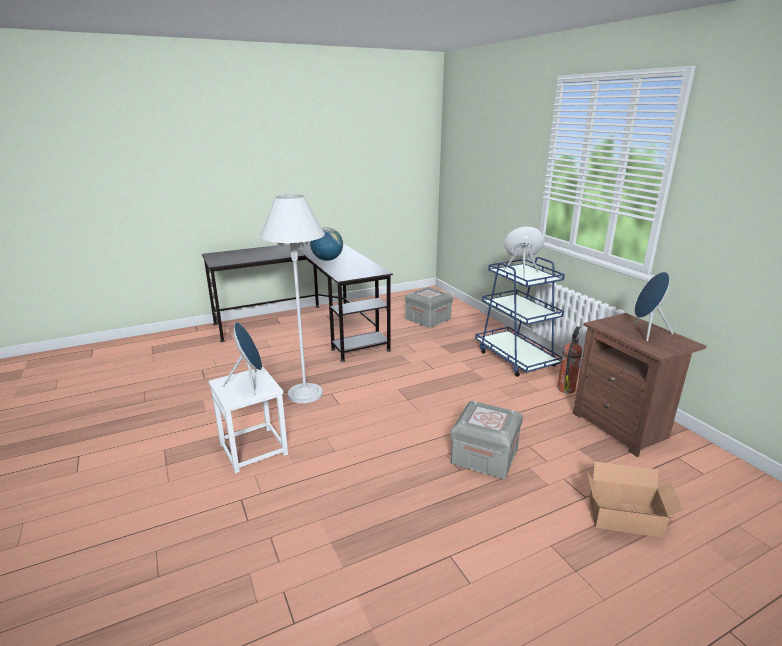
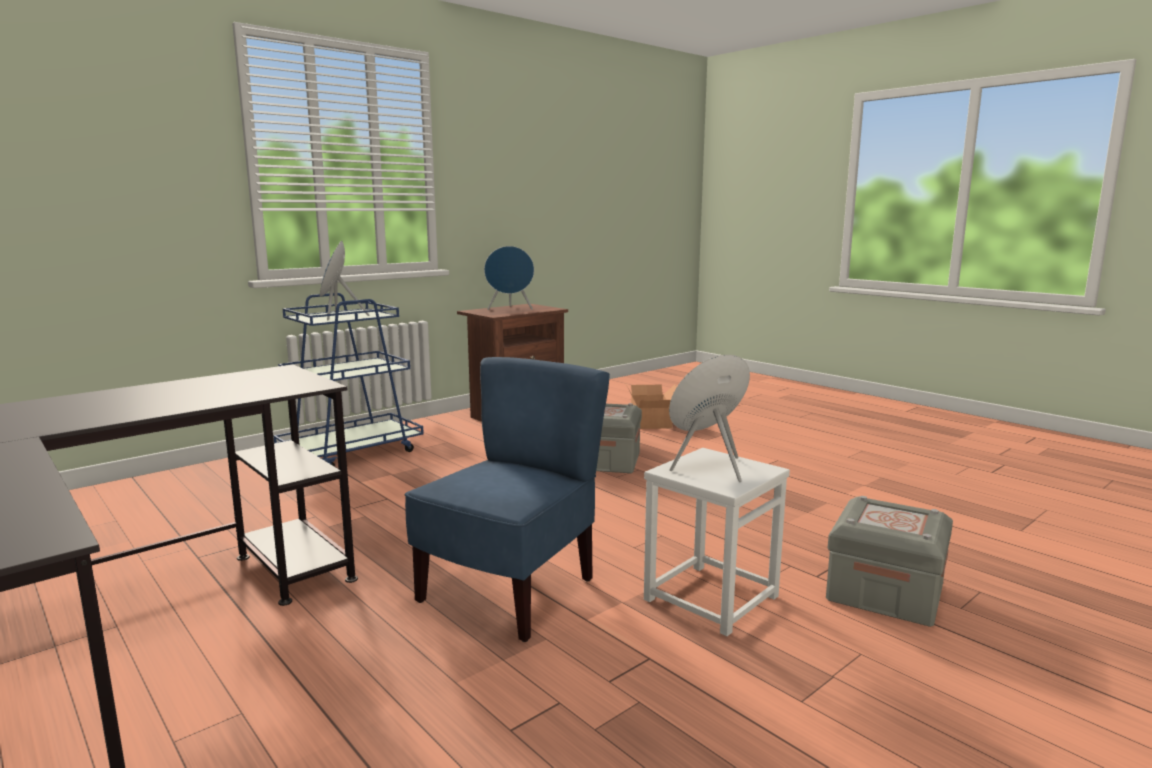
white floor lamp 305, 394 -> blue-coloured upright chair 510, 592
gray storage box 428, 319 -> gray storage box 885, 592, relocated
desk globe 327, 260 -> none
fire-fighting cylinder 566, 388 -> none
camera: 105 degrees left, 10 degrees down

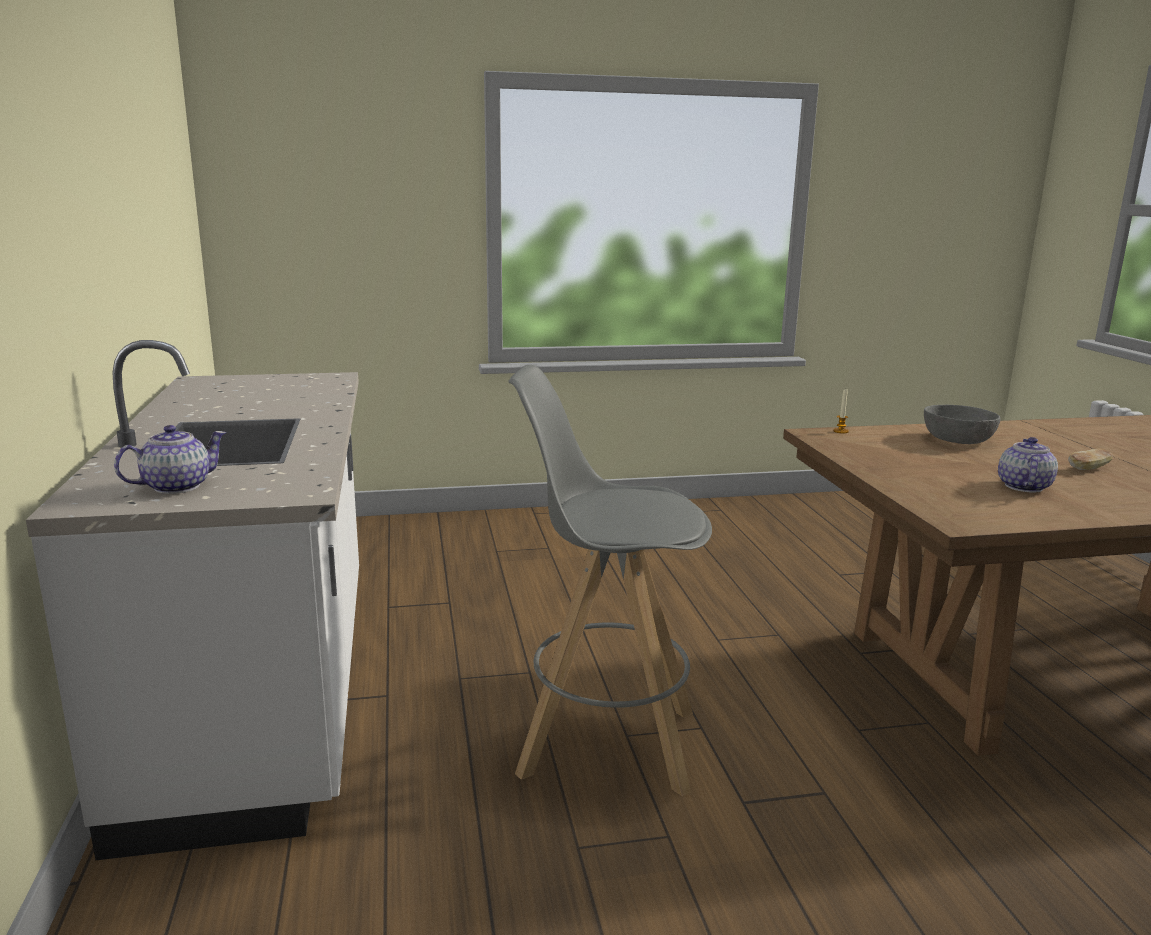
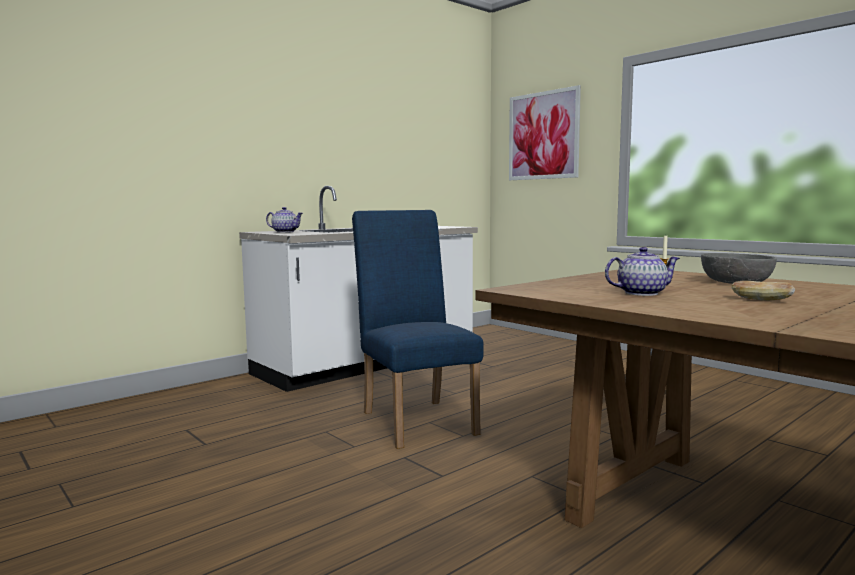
gray stool seat 605, 742 -> blue-coloured upright chair 416, 419
none -> picture 543, 135
camera: 60 degrees right, 10 degrees down

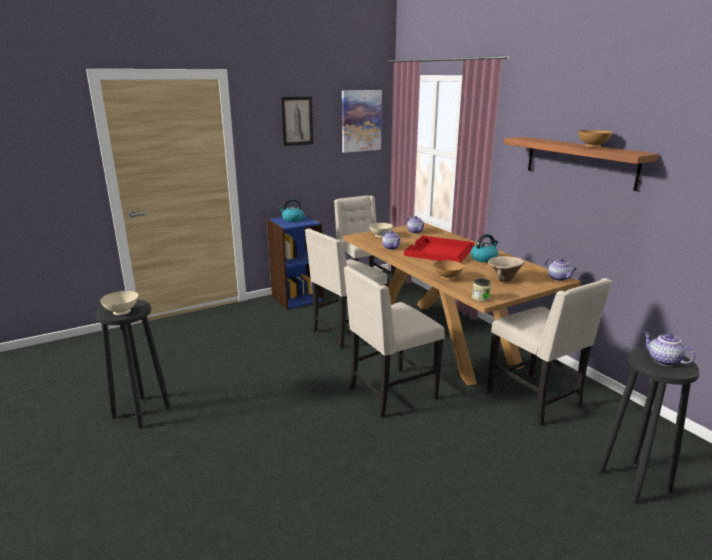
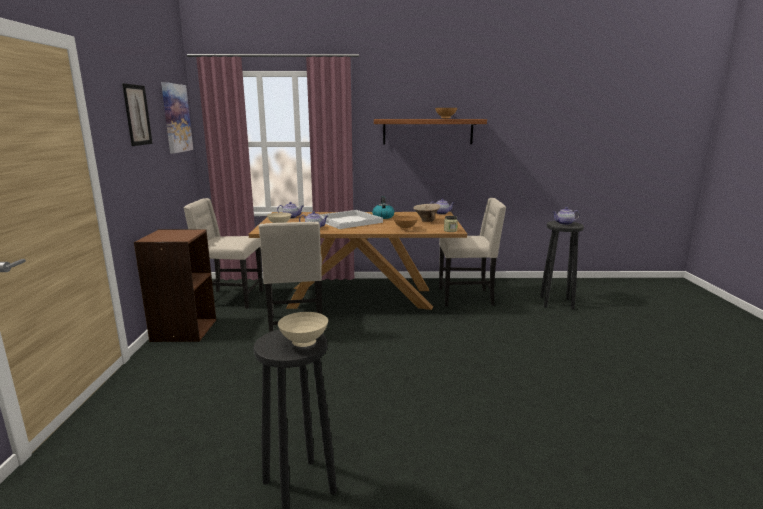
blue-coloured bookshelf 297, 297 -> brownish bookshelf 183, 330
reddish serving tray 440, 251 -> white serving tray 349, 221
kettle 292, 220 -> none
beige upright chair 390, 393 -> none
camera: 60 degrees left, 5 degrees down

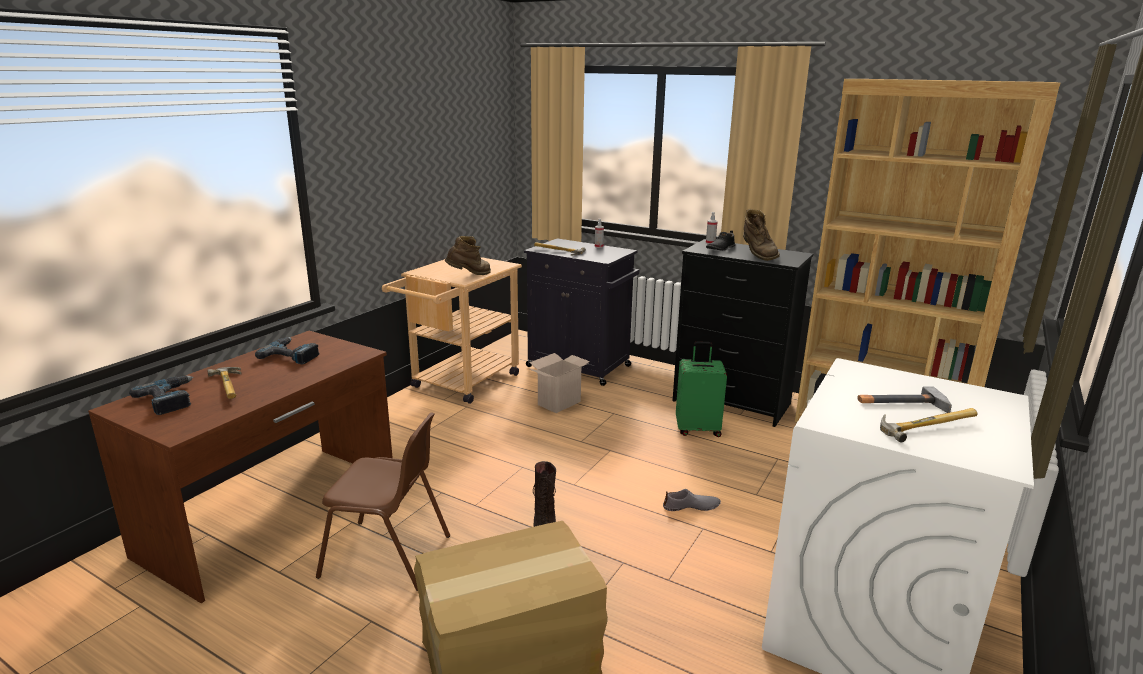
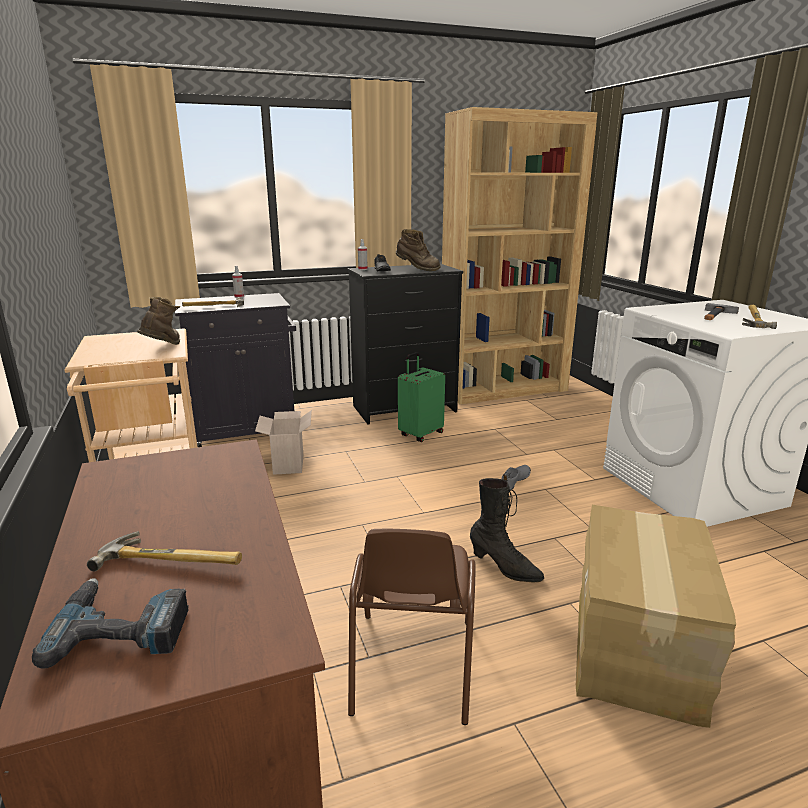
brownish upright chair 388, 556 -> brownish upright chair 411, 667, 135 degrees clockwise
drill 292, 355 -> none
camera: 50 degrees left, 0 degrees up

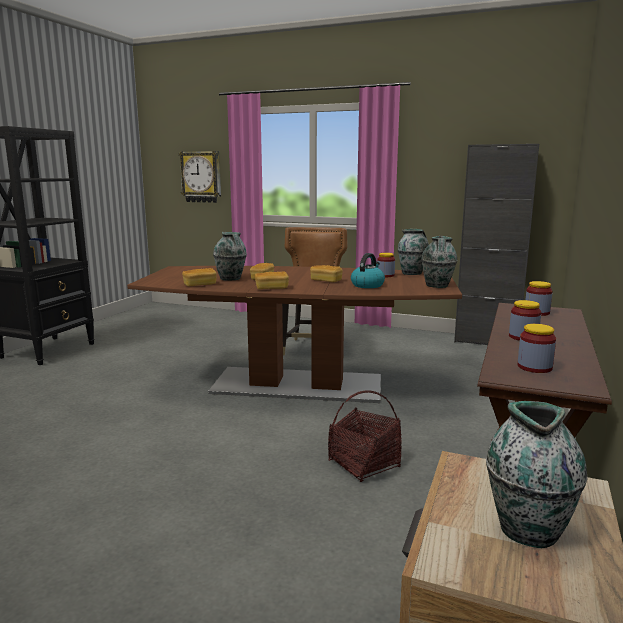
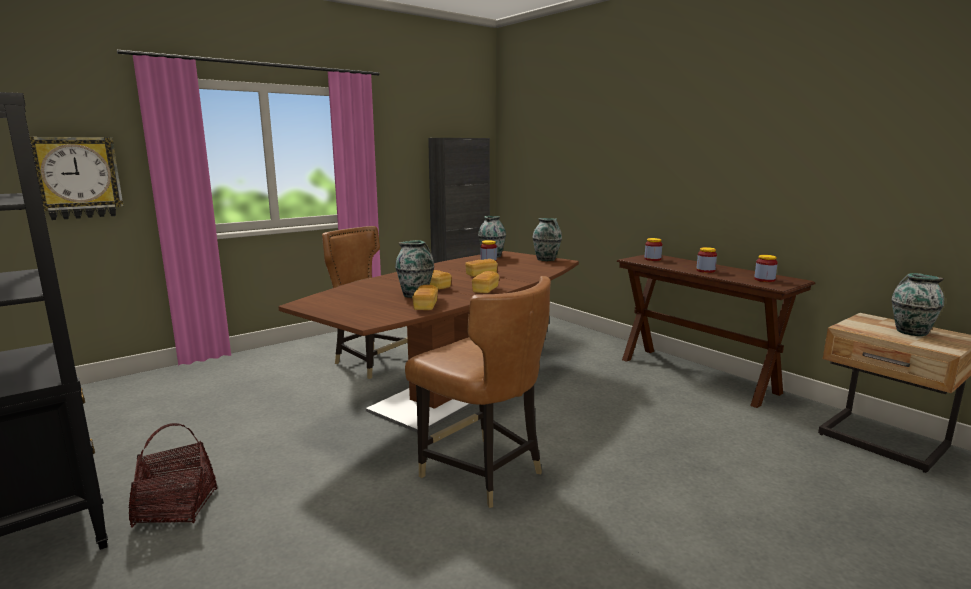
storage basket 364, 464 -> storage basket 176, 507, relocated
none -> brownish upright chair 482, 472
kettle 367, 285 -> none
camera: 60 degrees left, 0 degrees up

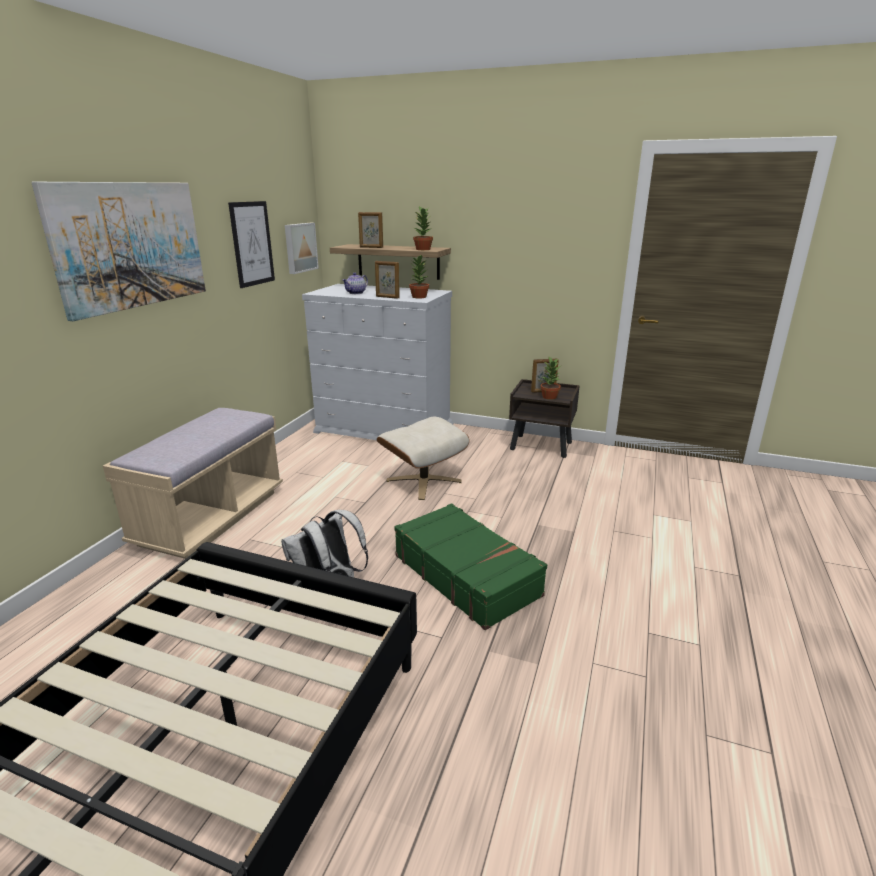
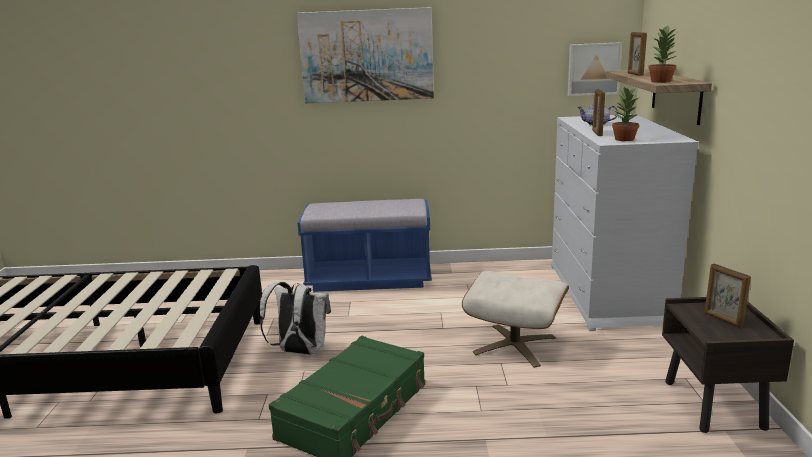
beige indoor bench 211, 517 -> blue-coloured indoor bench 369, 279
picture 252, 244 -> none
houseplant 549, 397 -> none
camera: 70 degrees right, 5 degrees down

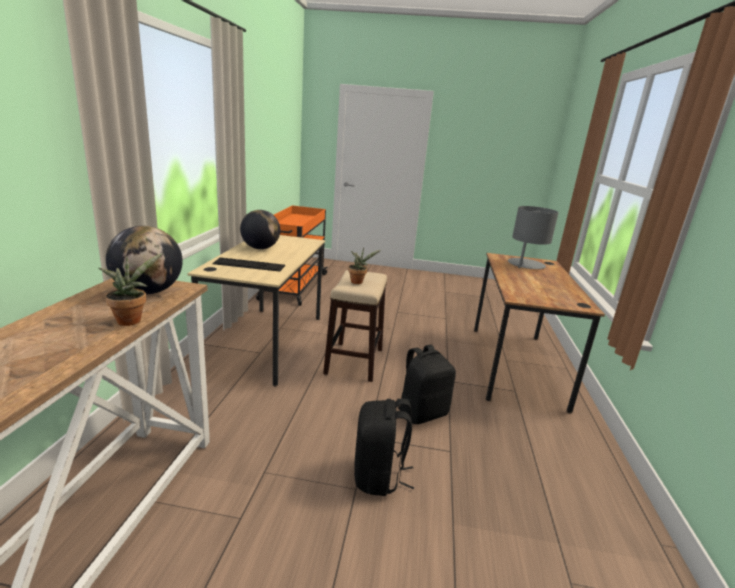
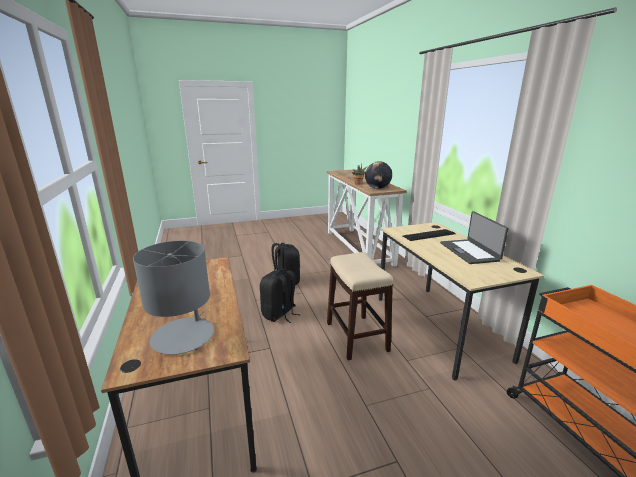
desk globe 260, 248 -> laptop 469, 251
houseplant 358, 282 -> none
camera: 155 degrees right, 0 degrees up

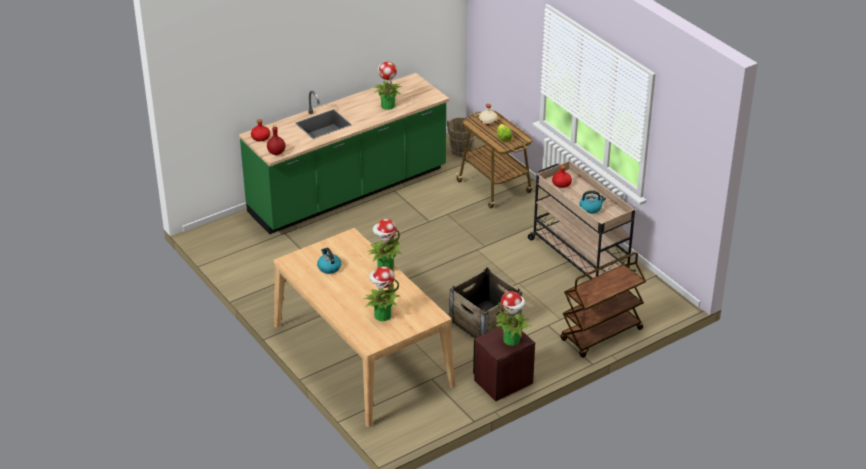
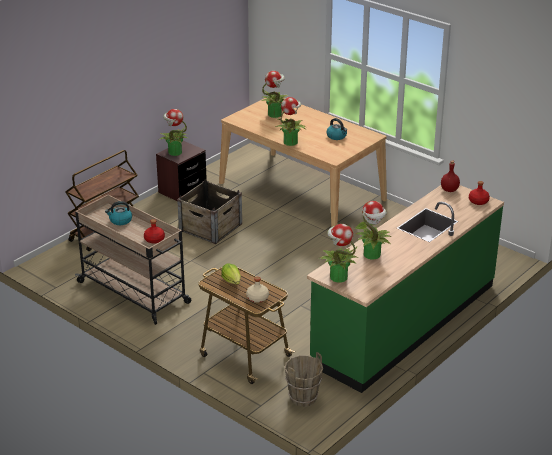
none -> houseplant 338, 277
camera: 165 degrees right, 5 degrees down

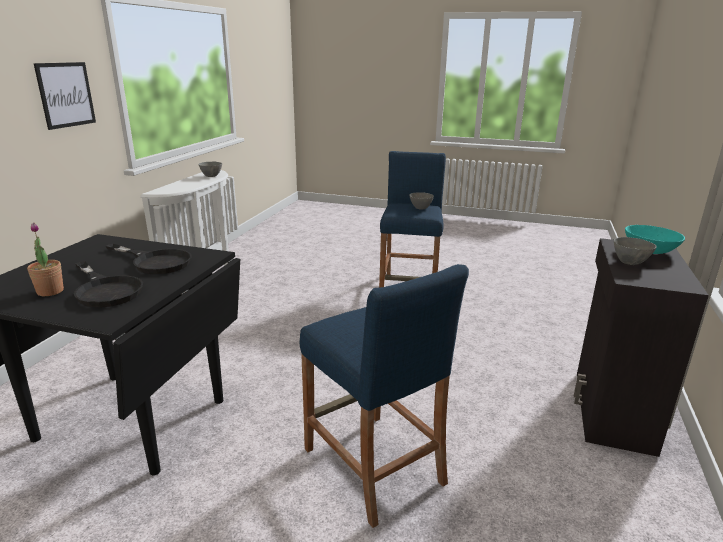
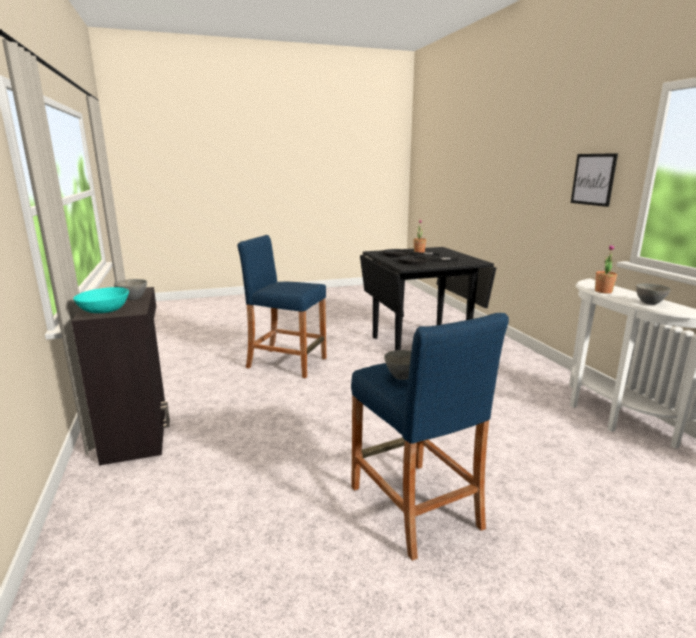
none -> houseplant 603, 291
camera: 145 degrees right, 5 degrees down

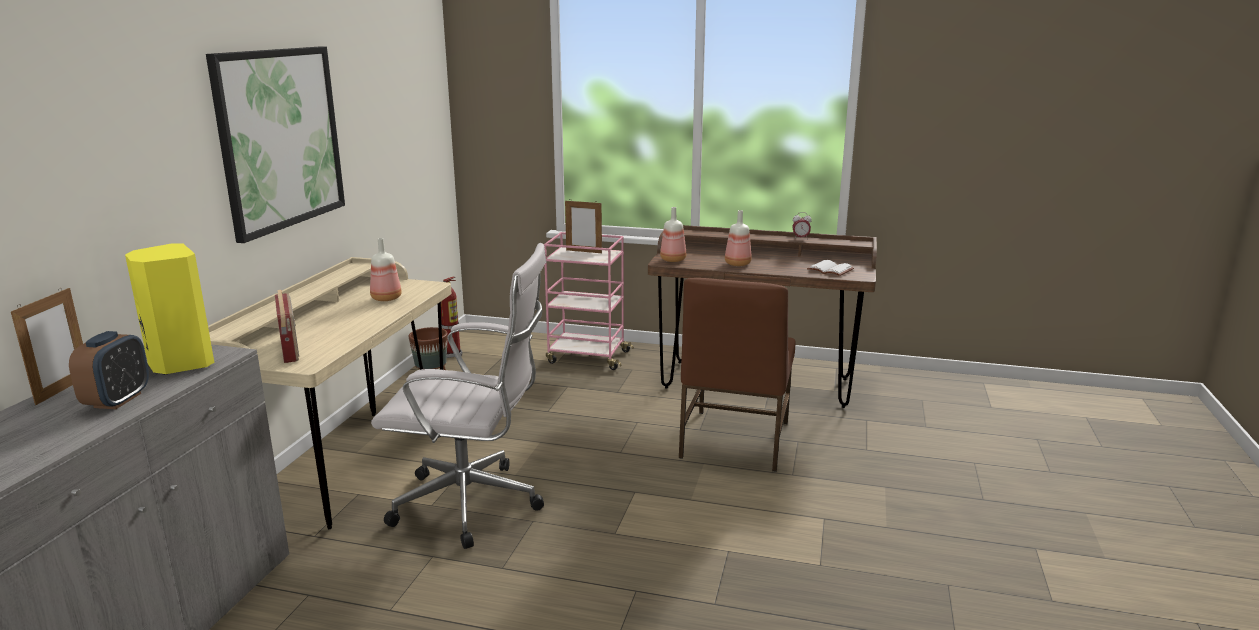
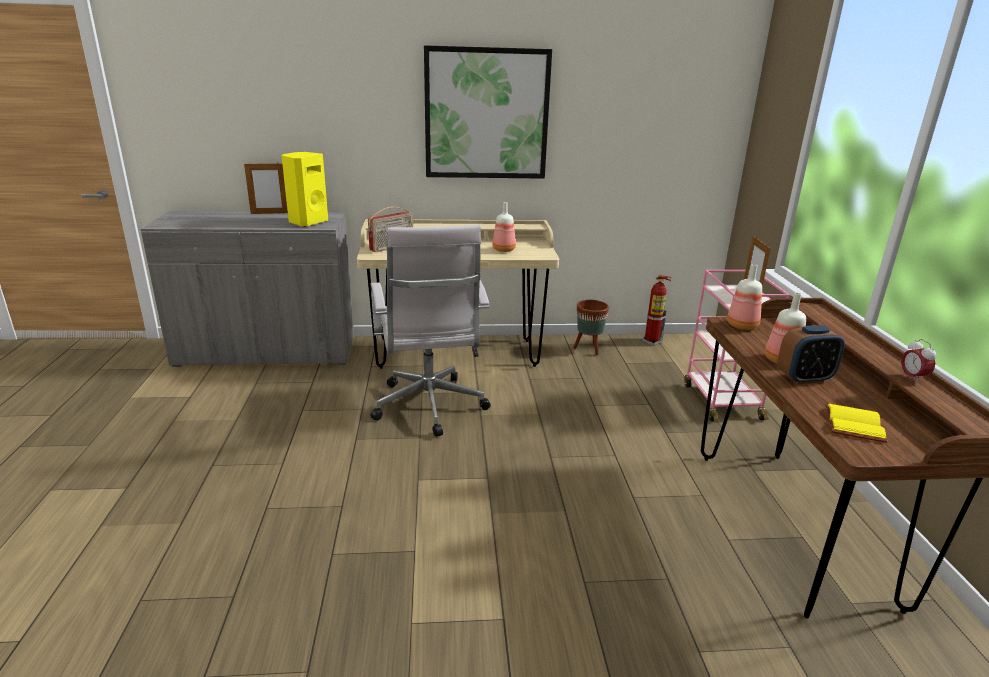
alarm clock 117, 400 -> alarm clock 804, 378, relocated
white book 829, 270 -> yellow-coloured book 852, 424
brownish upright chair 733, 440 -> none
camera: 70 degrees right, 5 degrees up

